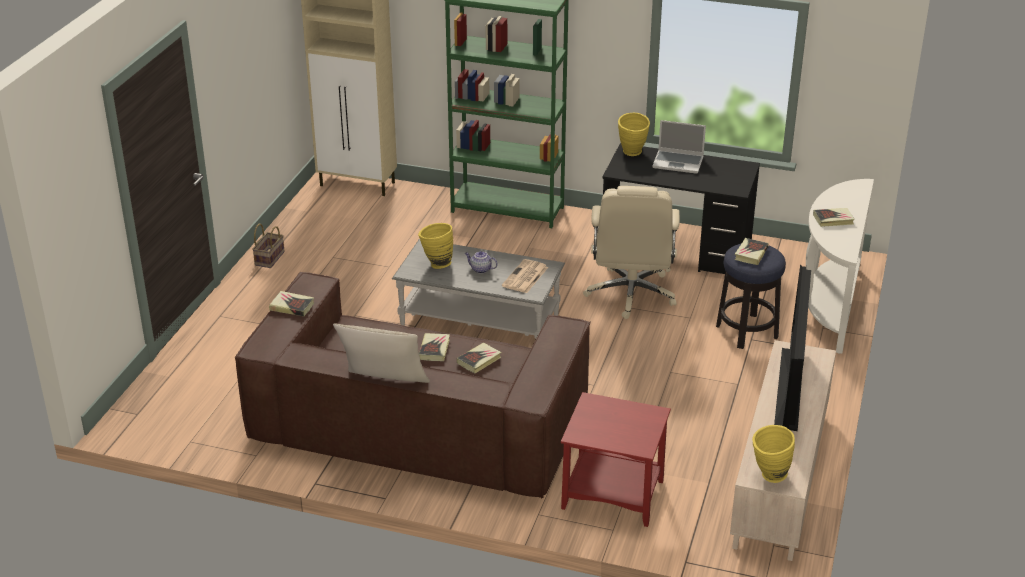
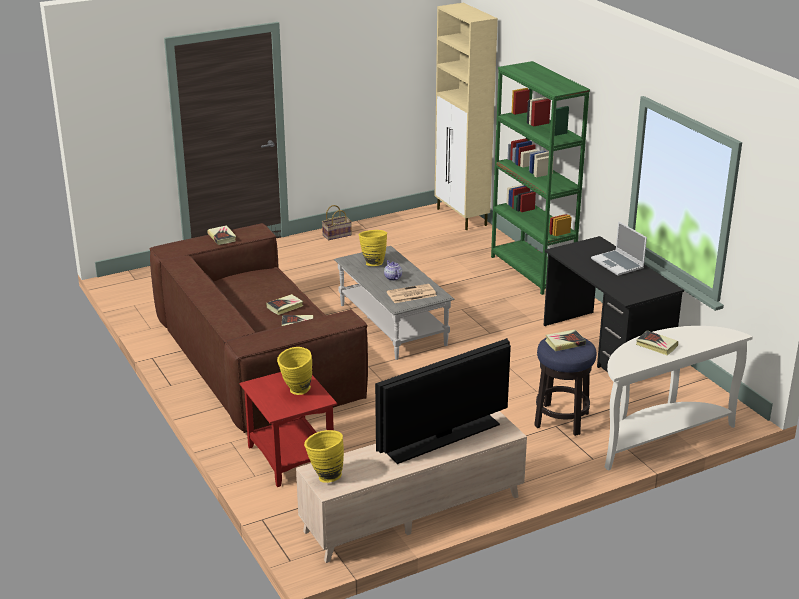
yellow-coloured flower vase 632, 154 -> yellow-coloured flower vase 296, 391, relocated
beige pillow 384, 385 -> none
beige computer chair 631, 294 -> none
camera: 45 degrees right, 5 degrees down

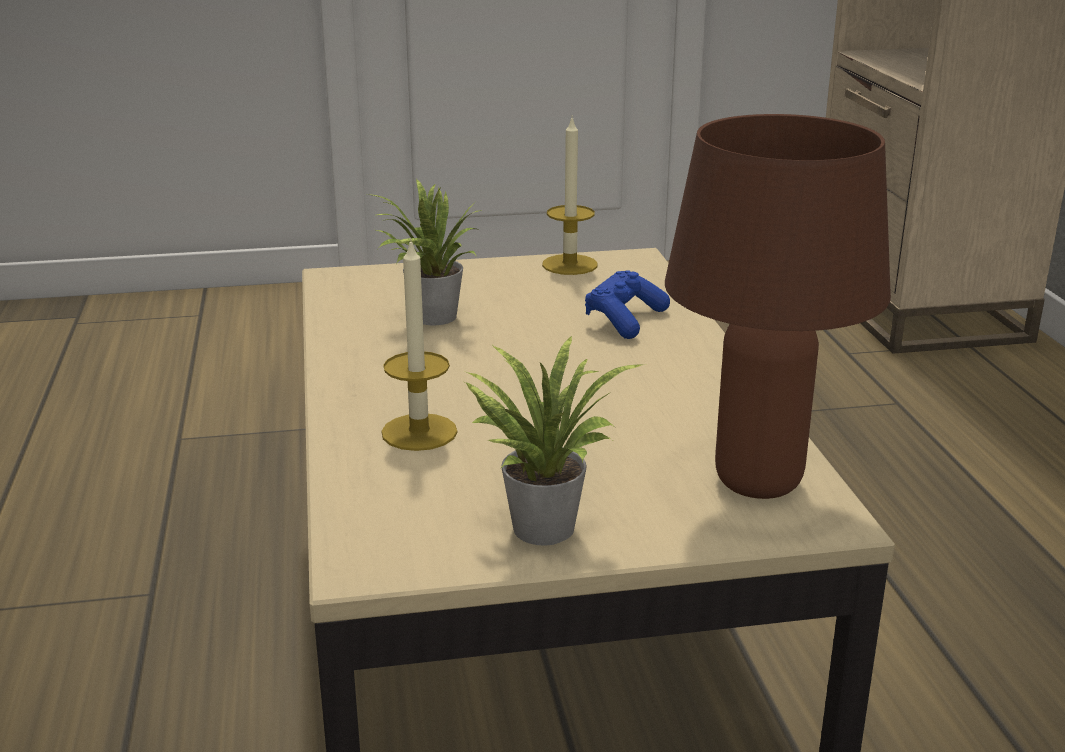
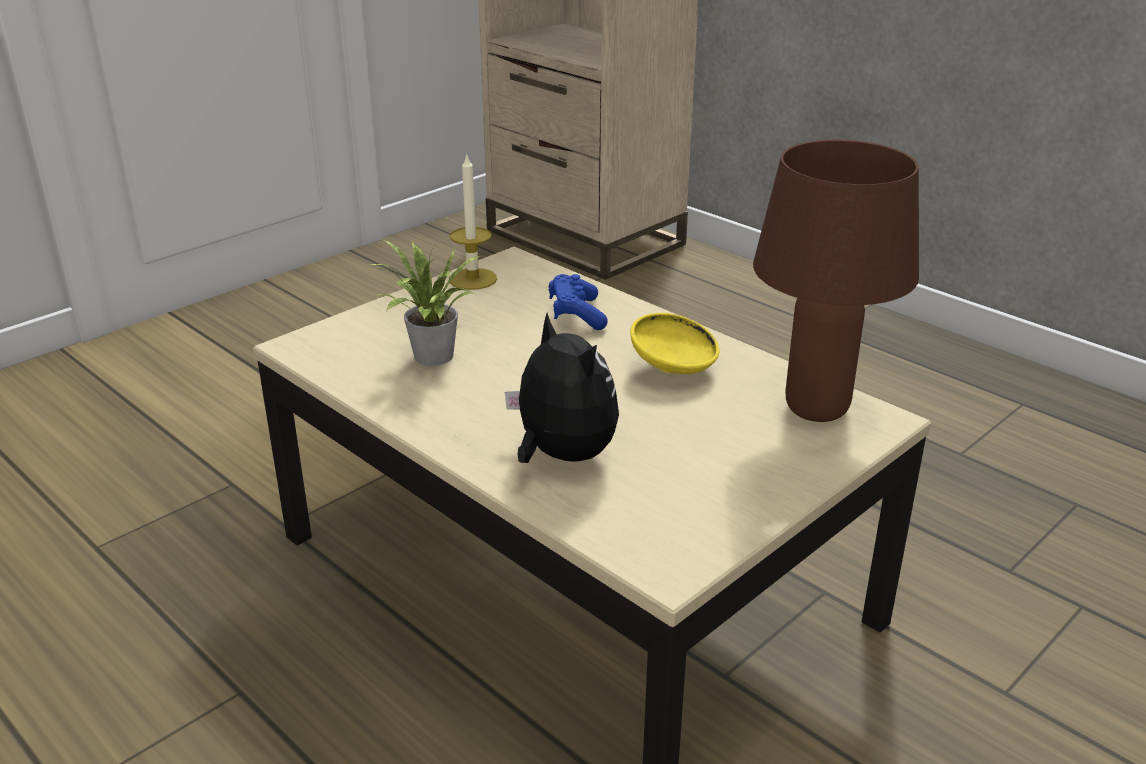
wax light 419, 432 -> soft toy 561, 456
none -> yellow-coloured deep dish 674, 369
houseplant 540, 524 -> none
camera: 35 degrees left, 5 degrees up

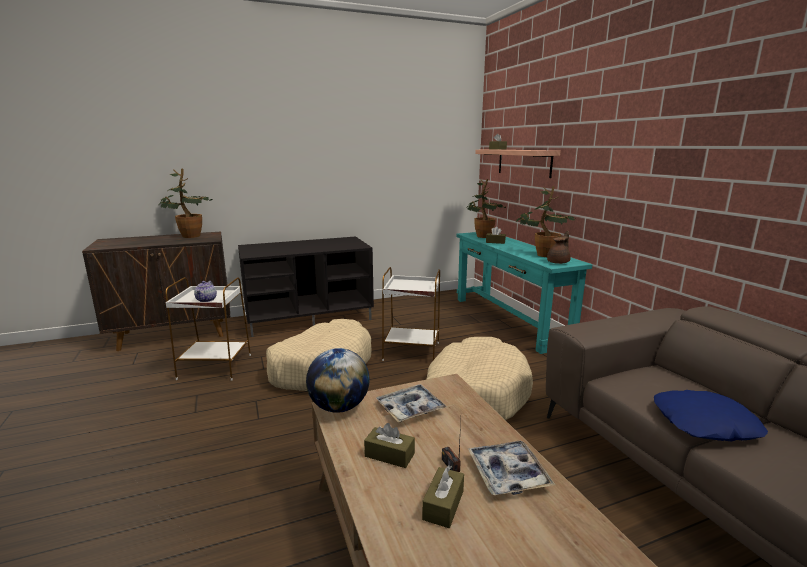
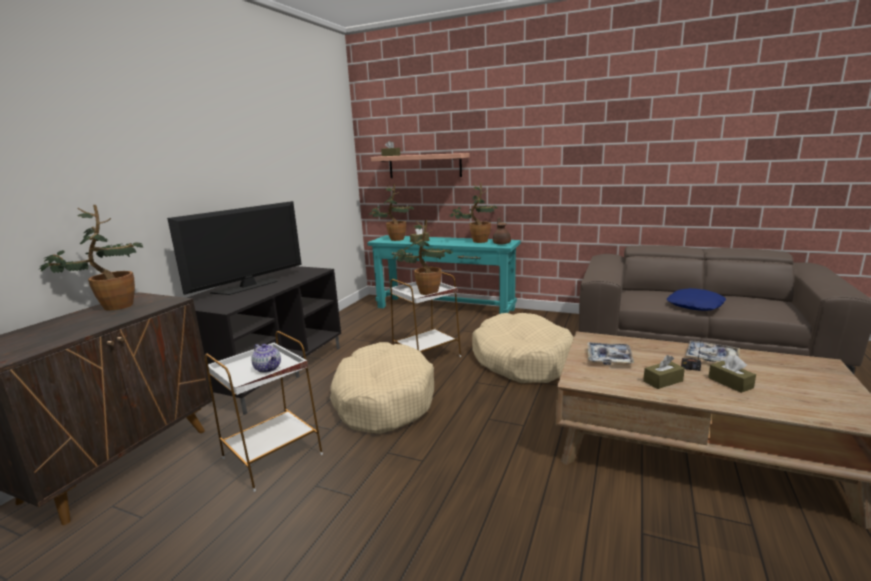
none -> TV 248, 286
none -> houseplant 425, 291
desk globe 339, 407 -> none
camera: 45 degrees left, 0 degrees up

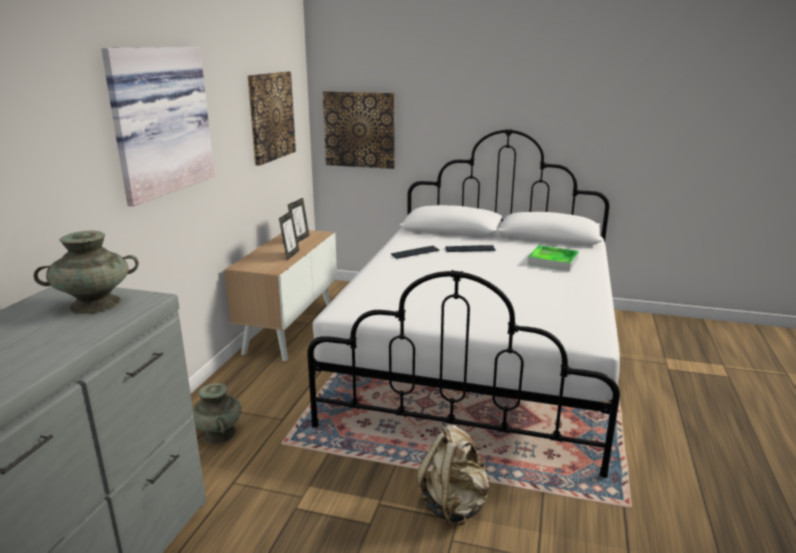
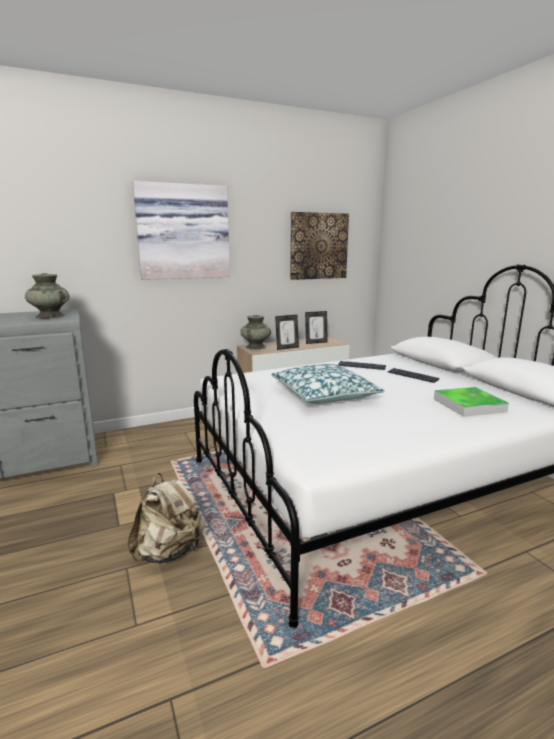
turquoise-coloured flower vase 218, 434 -> turquoise-coloured flower vase 255, 347, relocated
none -> pillow 324, 395
picture 359, 129 -> none
camera: 50 degrees right, 5 degrees down

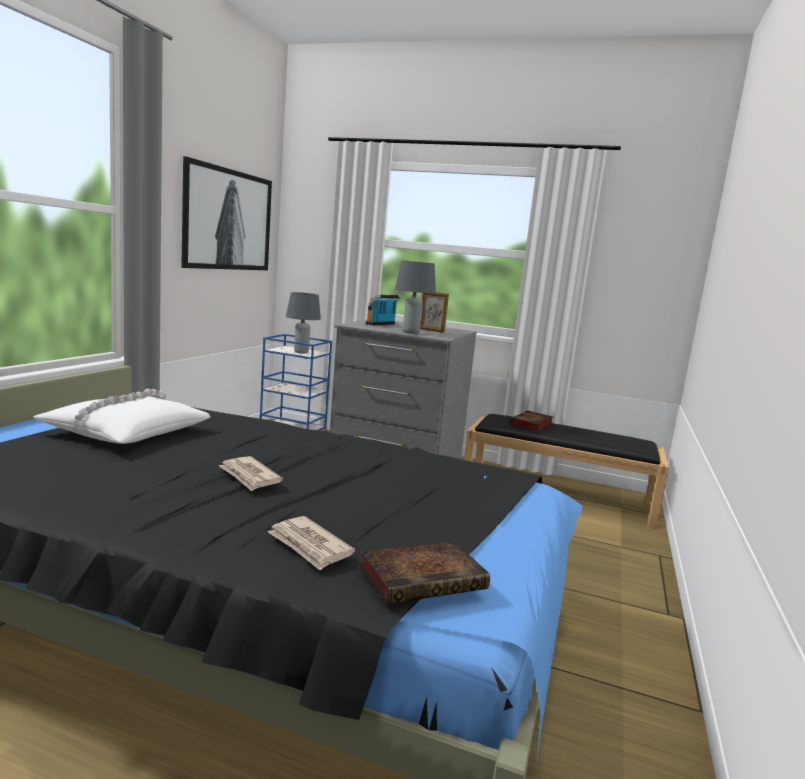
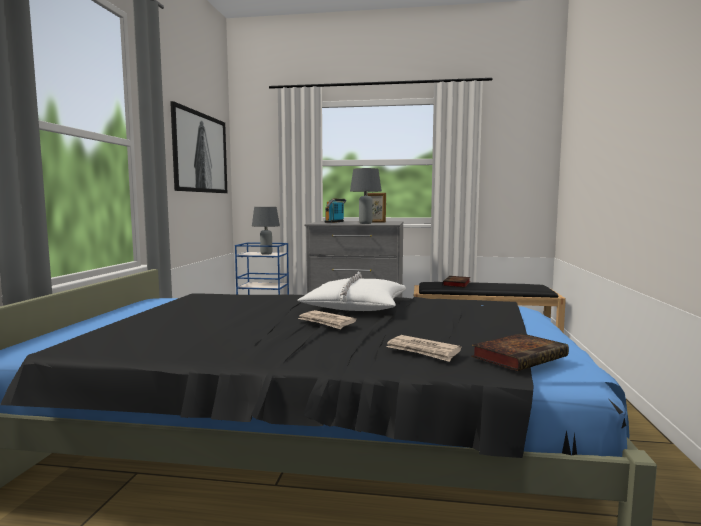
white pillow 125, 432 -> white pillow 355, 306, relocated
camera: 10 degrees left, 5 degrees down

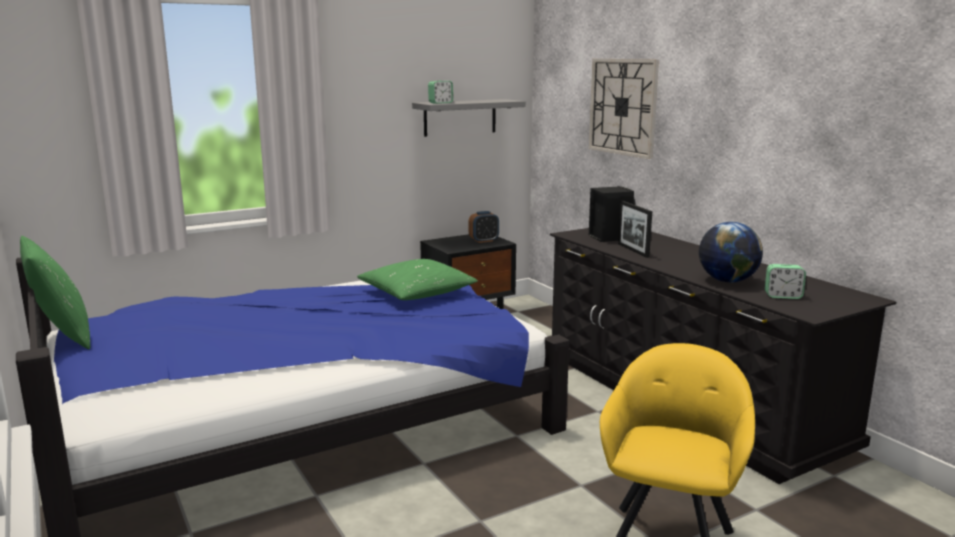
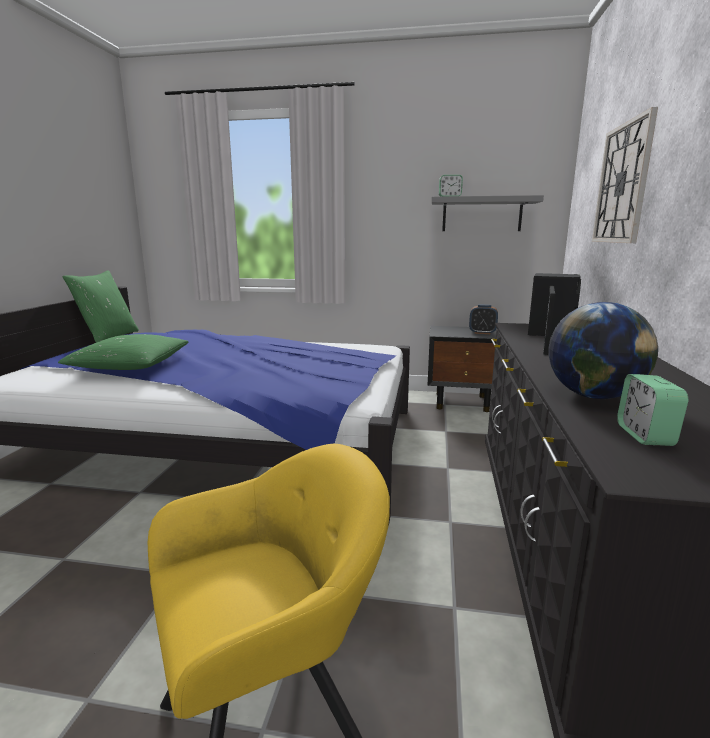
green pillow 416, 293 -> green pillow 130, 366, relocated
alarm clock 783, 296 -> alarm clock 645, 435, 45 degrees clockwise
camera: 40 degrees right, 0 degrees up

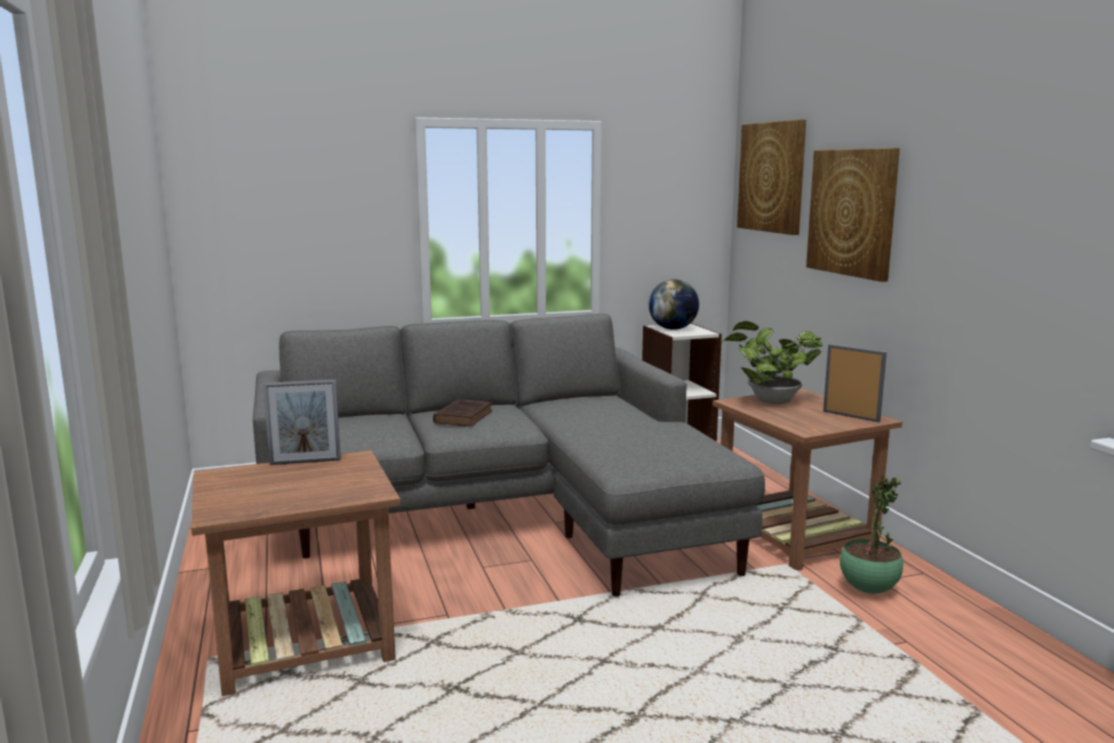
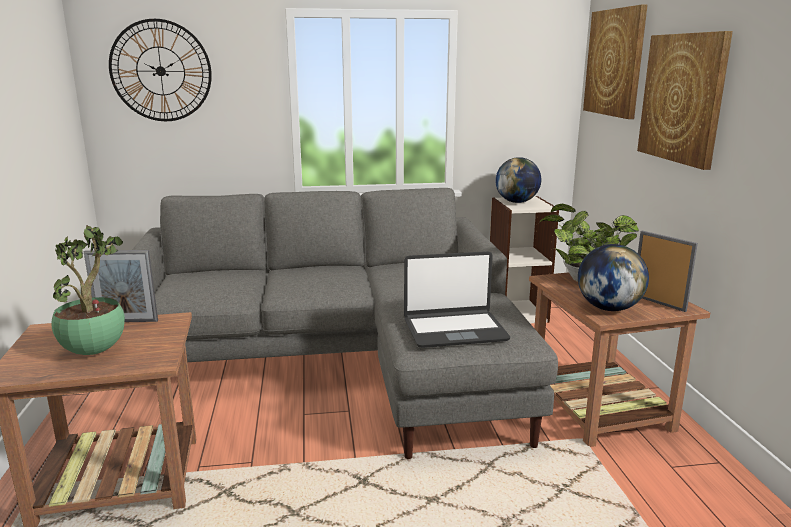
houseplant 868, 589 -> houseplant 95, 350, relocated
none -> hanging clock 160, 71
none -> laptop 454, 330
none -> desk globe 608, 308
brownish book 464, 416 -> none
camera: 10 degrees right, 5 degrees up

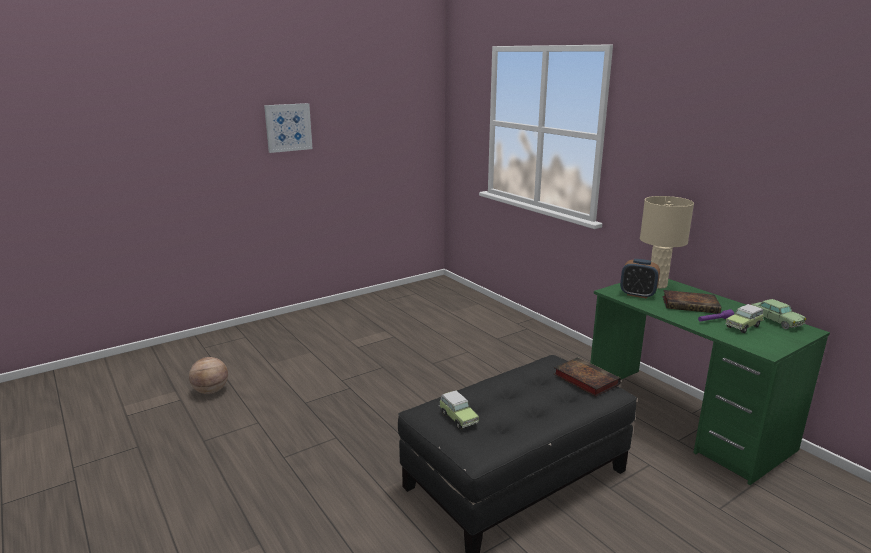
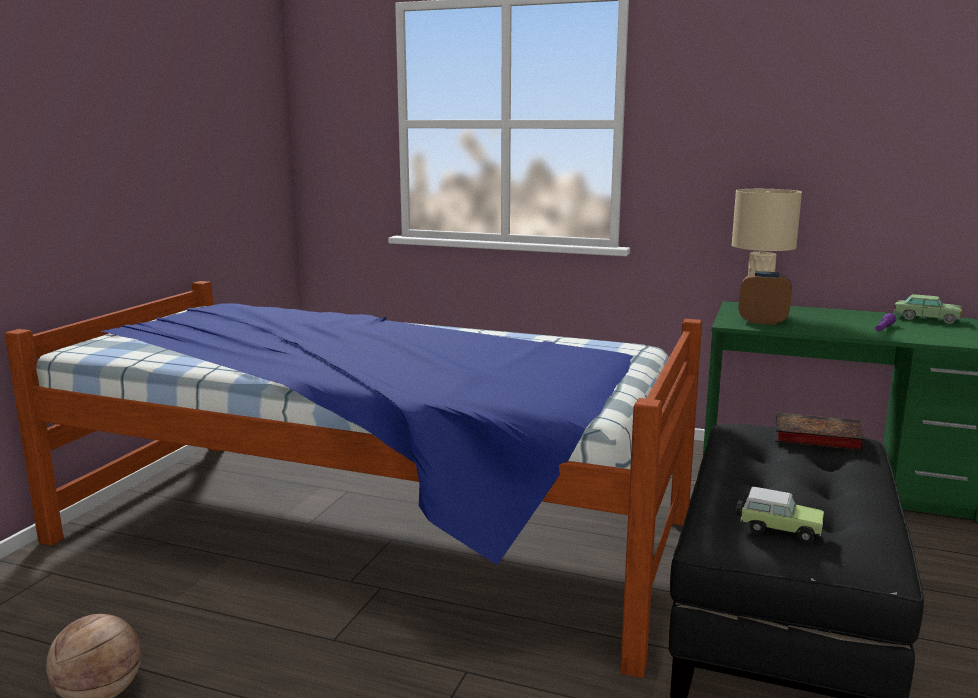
none -> bed 371, 532
alarm clock 637, 294 -> alarm clock 762, 322, 150 degrees counterclockwise
picture 288, 127 -> none
book 691, 305 -> none
toy car 744, 326 -> none
camera: 35 degrees left, 5 degrees down

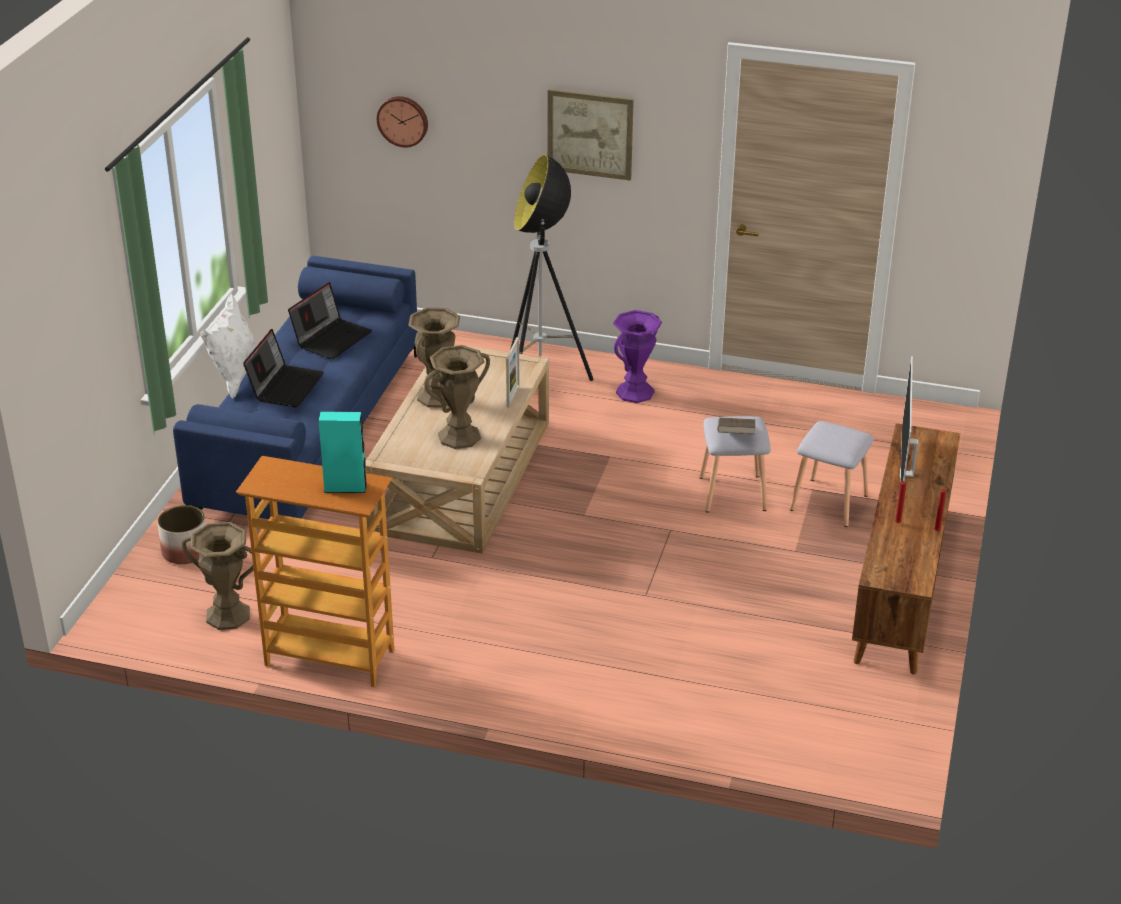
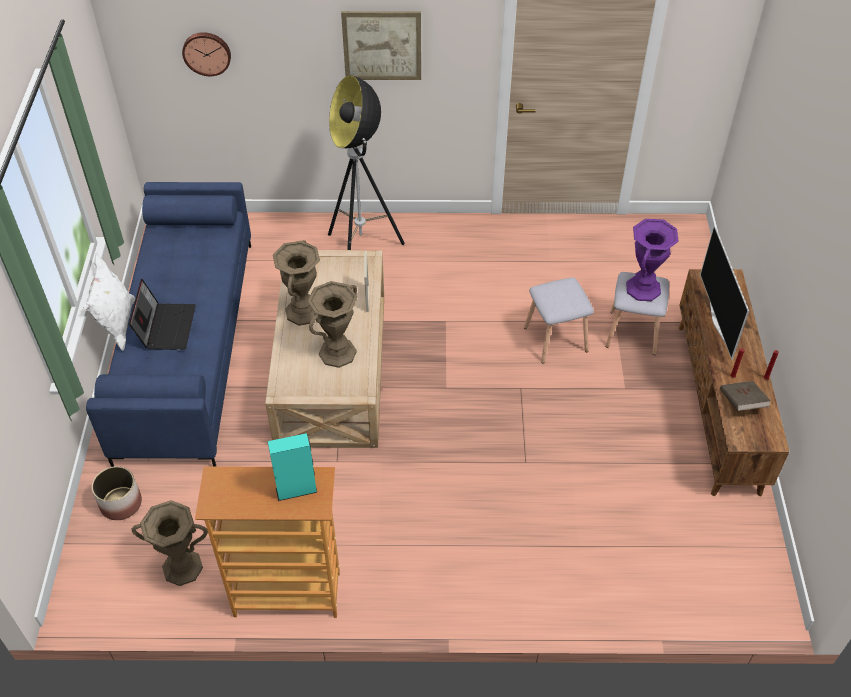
purplish flower vase 635, 392 -> purplish flower vase 643, 288, relocated
brownish book 735, 436 -> brownish book 742, 403, relocated
laptop 332, 338 -> none
camera: 15 degrees left, 15 degrees up

